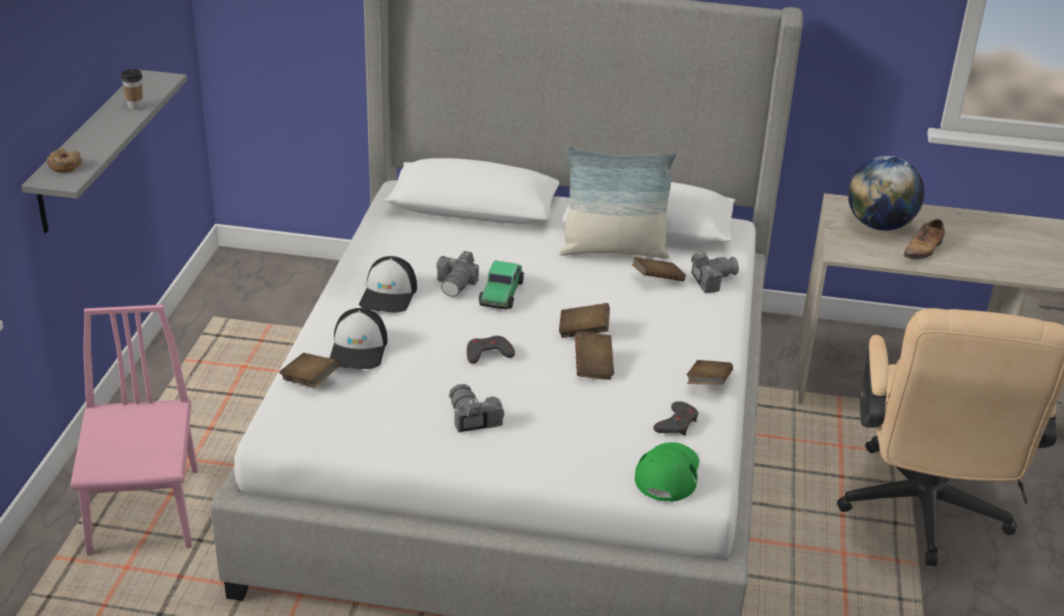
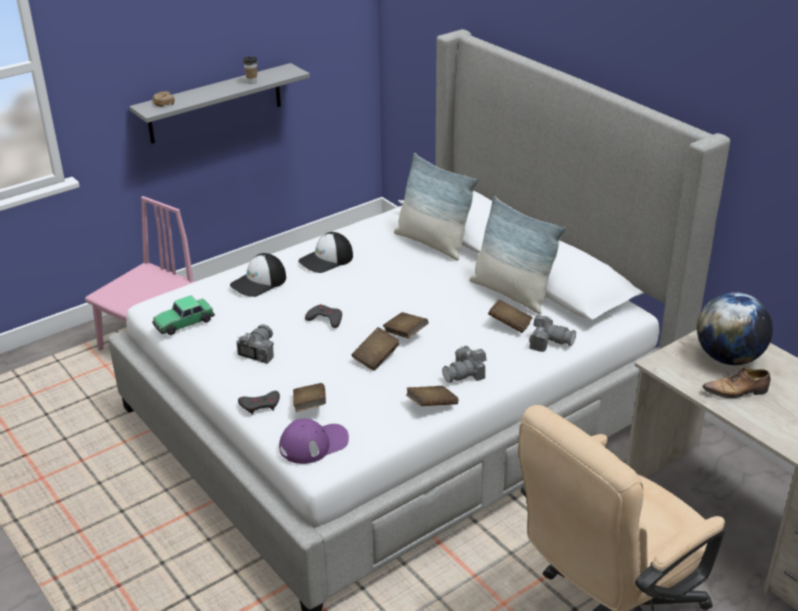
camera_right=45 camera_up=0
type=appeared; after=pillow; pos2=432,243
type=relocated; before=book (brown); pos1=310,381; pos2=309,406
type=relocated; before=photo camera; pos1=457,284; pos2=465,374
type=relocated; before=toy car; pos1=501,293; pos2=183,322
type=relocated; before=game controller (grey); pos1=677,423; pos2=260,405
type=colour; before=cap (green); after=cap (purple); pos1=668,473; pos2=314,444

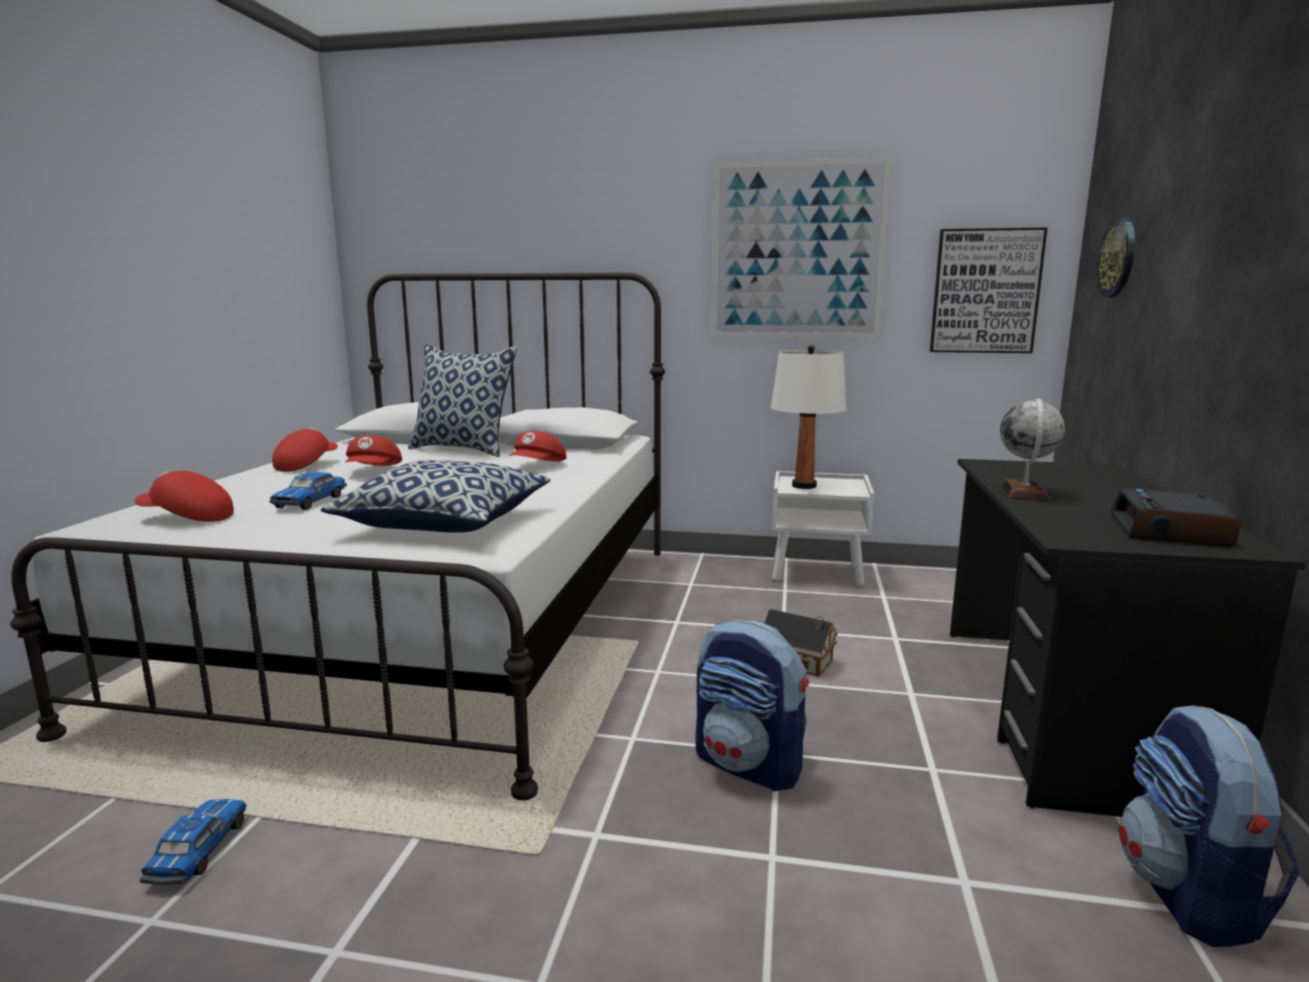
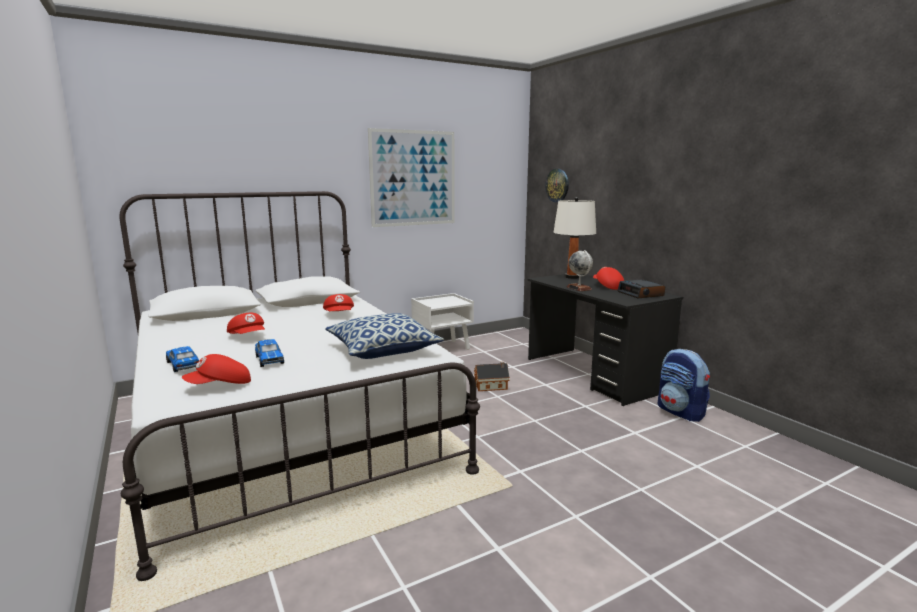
camera_right=-40 camera_up=0
type=missing; before=pillow; pos1=464,449
type=missing; before=backpack; pos1=749,765
type=missing; before=picture; pos1=985,291
type=relocated; before=toy car; pos1=198,852; pos2=183,365
type=relocated; before=cap (red); pos1=306,465; pos2=607,286
type=relocated; before=table lamp (white); pos1=804,486; pos2=572,277

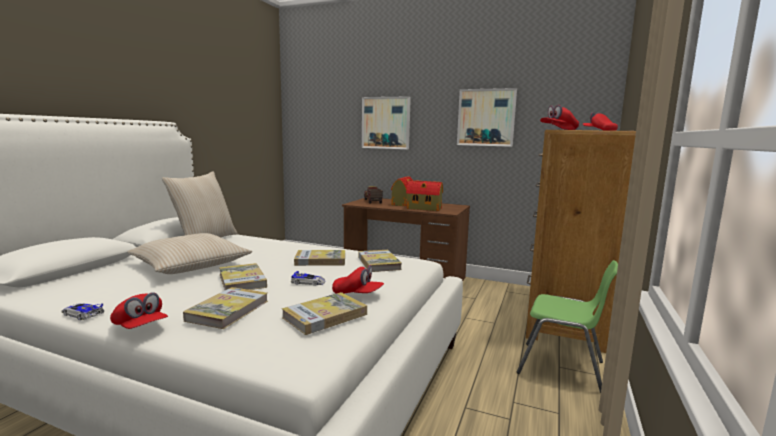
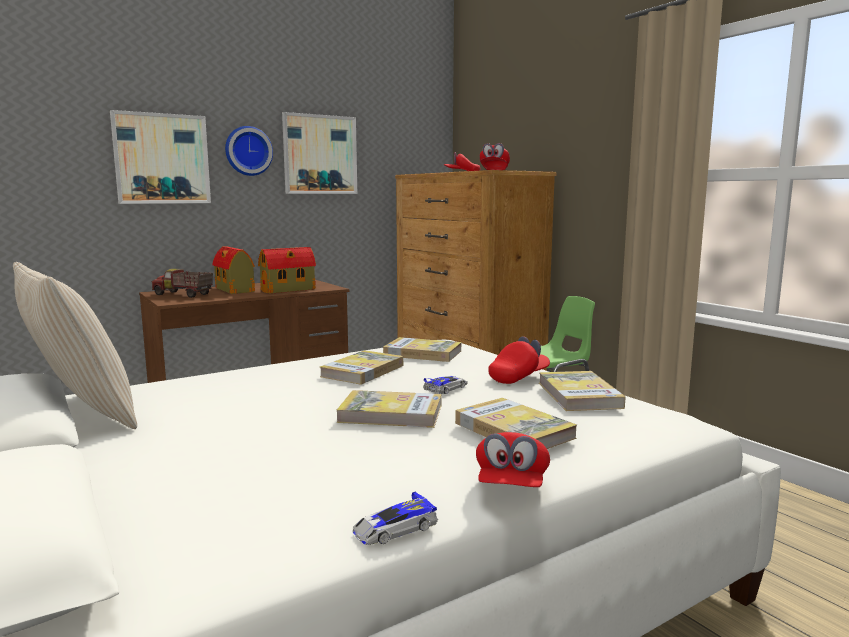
camera_right=-55 camera_up=0
type=missing; before=pillow (beige); pos1=190,265
type=appeared; after=wall clock; pos2=248,151
type=spun; before=cap (red); pos1=140,327; pos2=511,486; turn=120

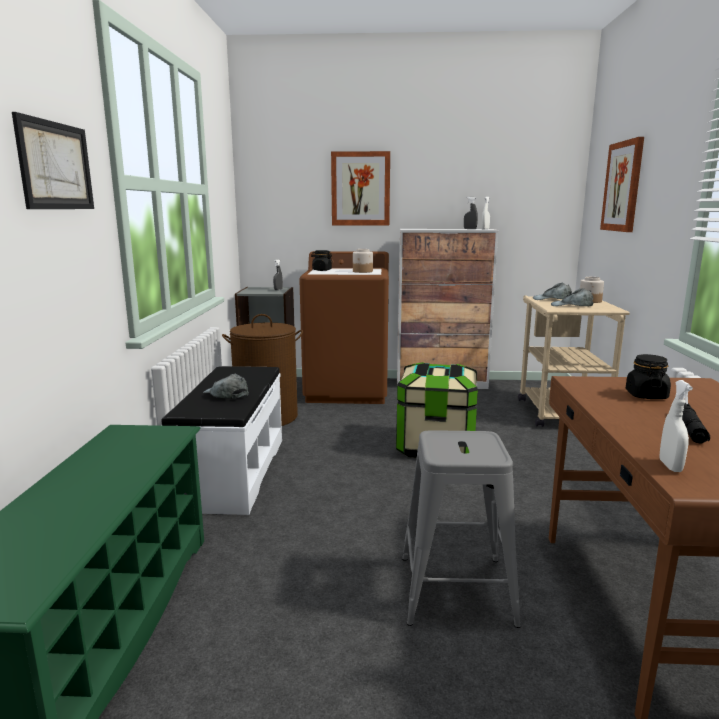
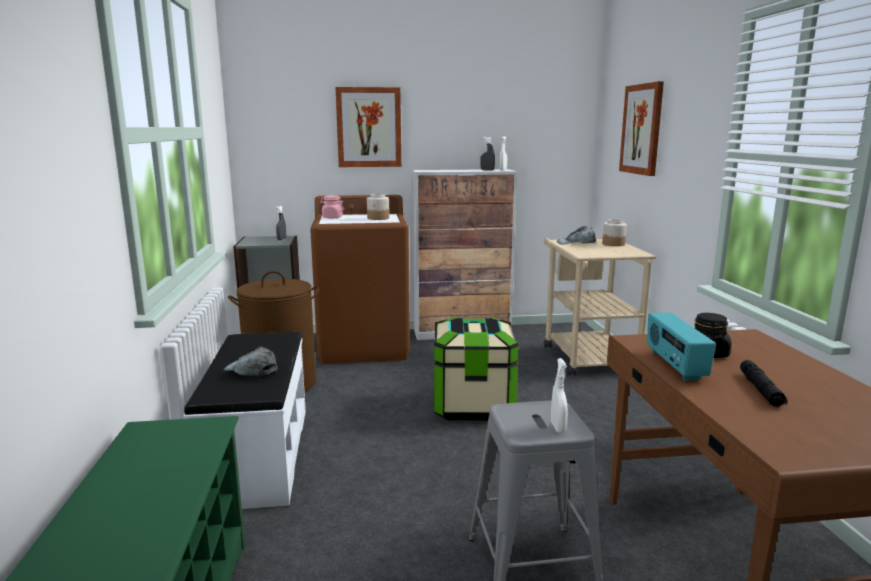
camera_right=-10 camera_up=0
type=missing; before=picture; pos1=55,166
type=missing; before=cap (grey); pos1=572,305
type=appeared; after=radio; pos2=674,365
type=relocated; before=spray bottle (white); pos1=670,466; pos2=558,427
type=colour; before=jar (black); after=jar (pink); pos1=321,270; pos2=332,217

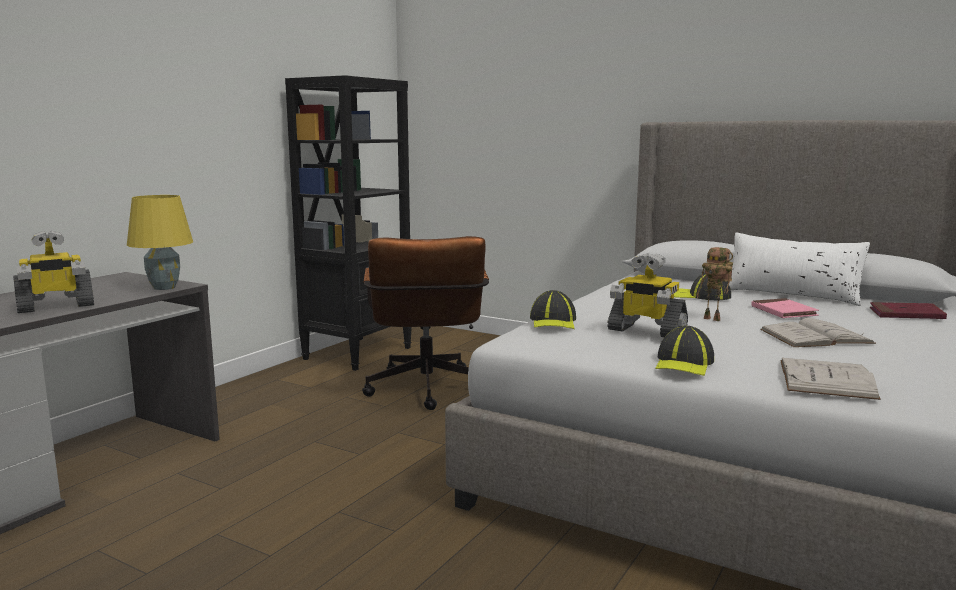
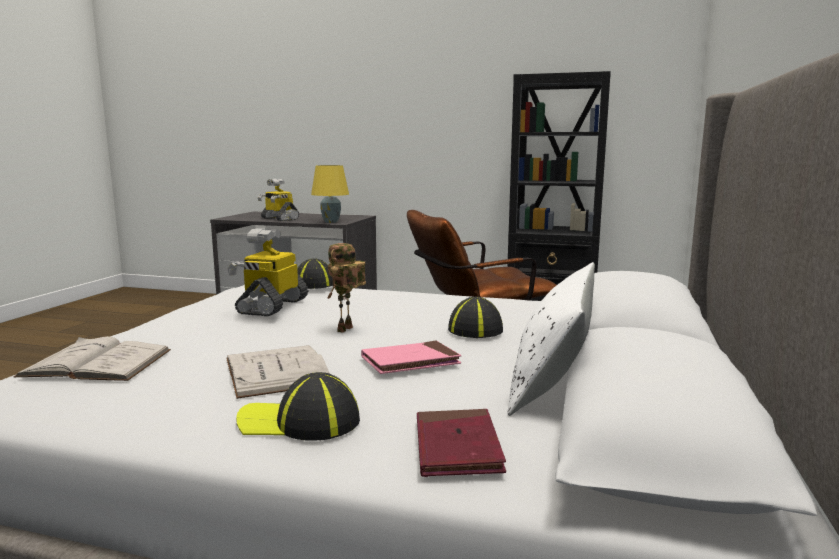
camera_right=75 camera_up=0
type=relocated; before=cap; pos1=684,363; pos2=300,422

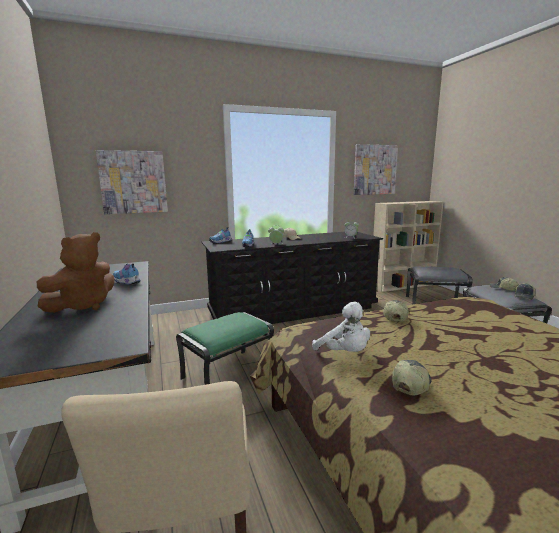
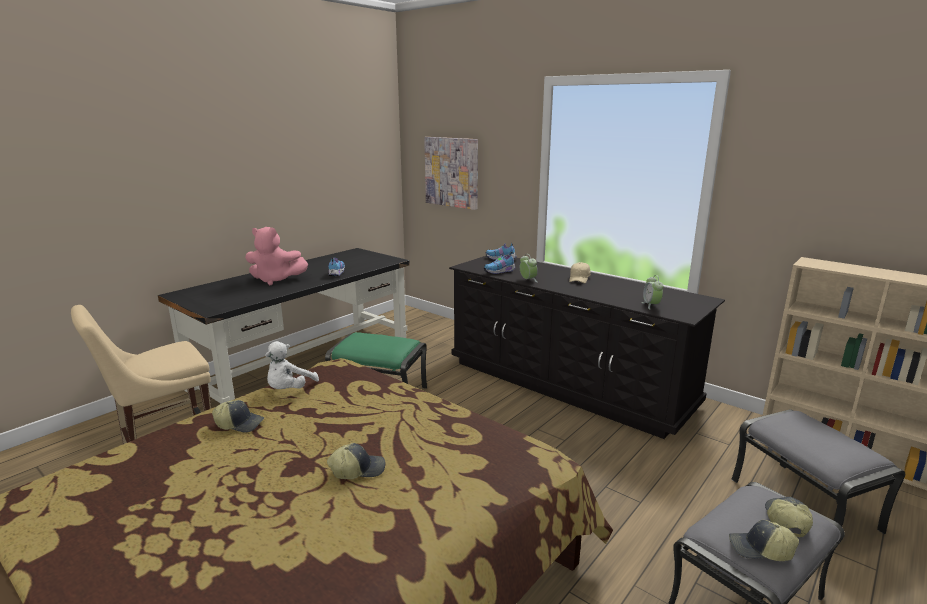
camera_right=60 camera_up=5
type=missing; before=picture; pos1=374,170
type=relocated; before=cap; pos1=394,316; pos2=358,469
type=colour; before=plush toy (brown); after=plush toy (pink); pos1=83,305; pos2=276,280

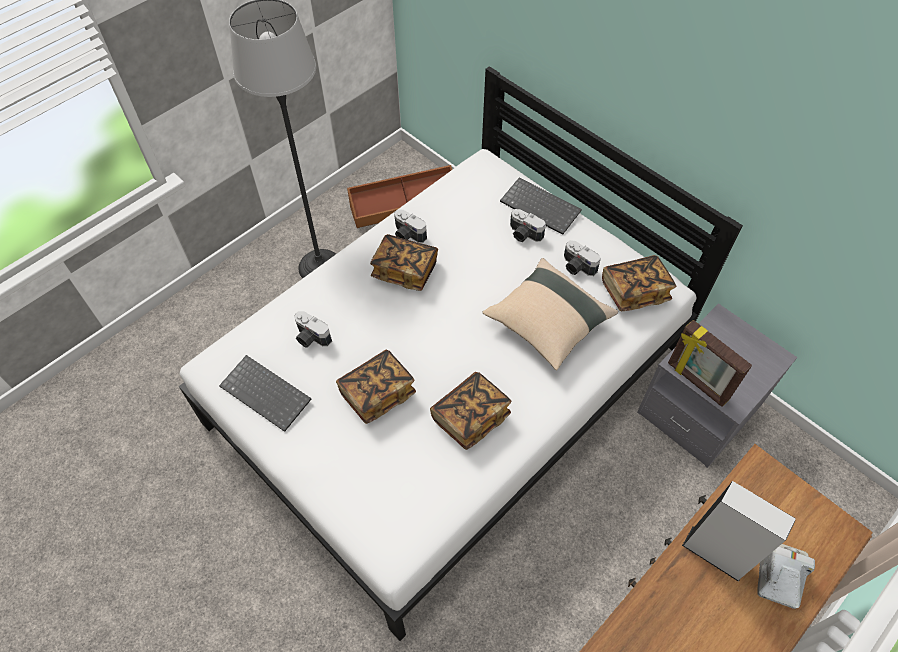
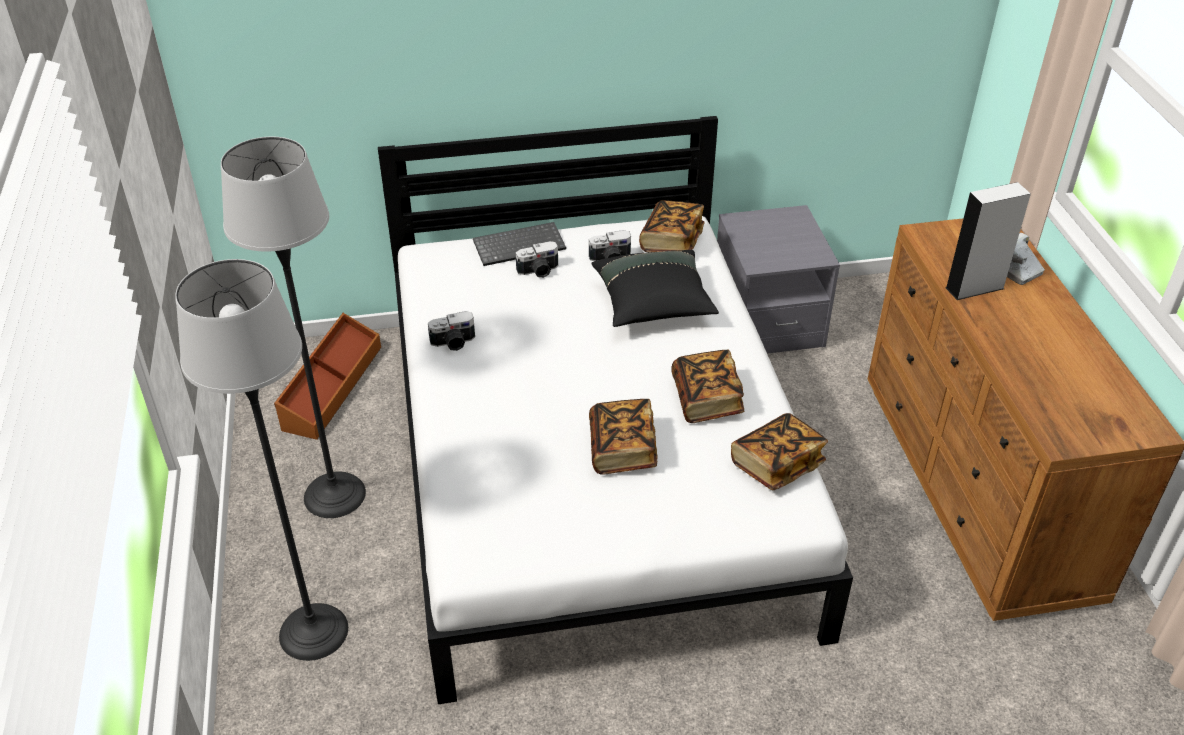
camera_right=-55 camera_up=-15
type=missing; before=keyboard; pos1=267,393
type=missing; before=photo camera; pos1=311,338
type=missing; before=picture frame; pos1=697,382
type=appeared; after=floor lamp; pos2=314,631
type=relocated; before=book; pos1=405,270; pos2=776,464
type=colour; before=pillow (beige); after=pillow (black); pos1=547,323; pos2=653,305

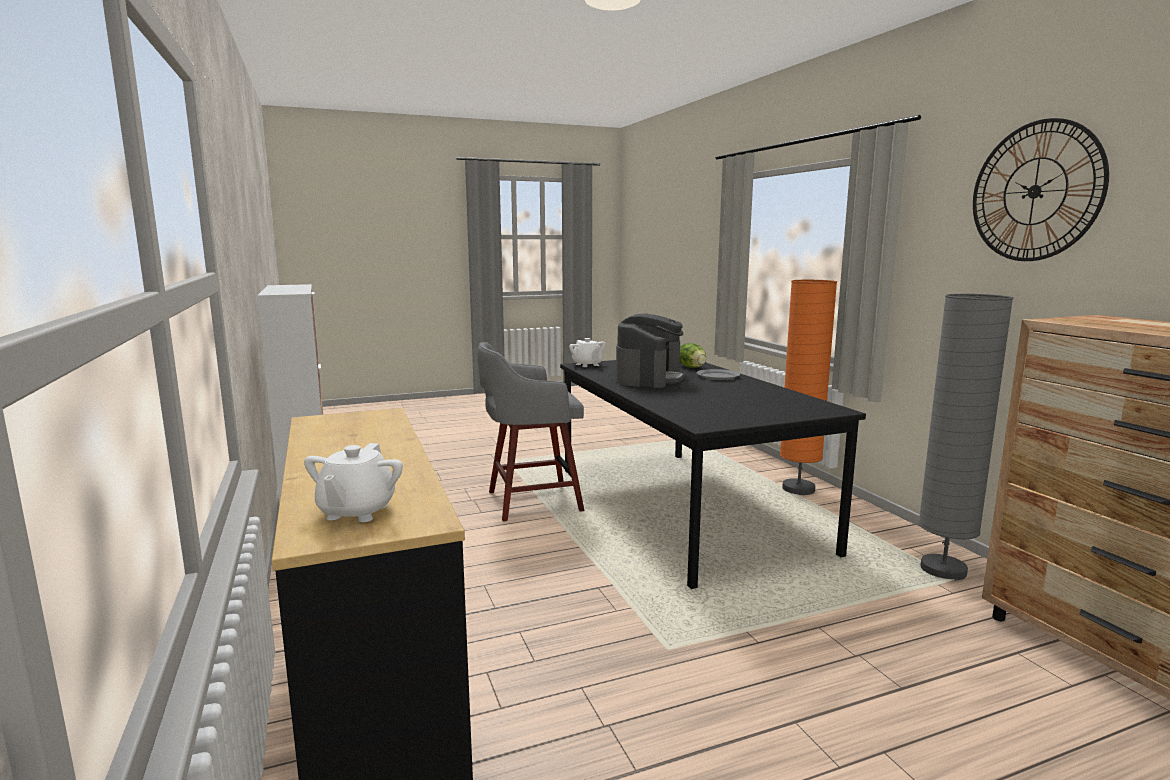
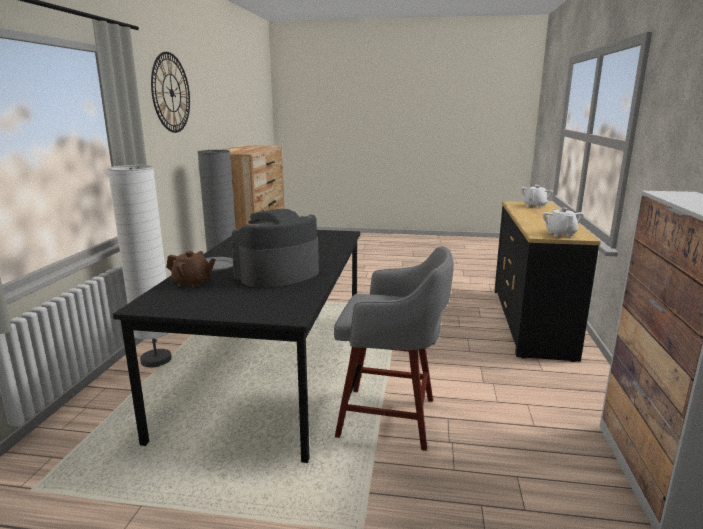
camera_right=-150 camera_up=5
type=relocated; before=teapot (white); pos1=587,365; pos2=560,234
type=exchanged; before=lettuce; after=teapot (brown); pos1=692,367; pos2=192,283
type=colour; before=floor lamp (orange); after=floor lamp (white); pos1=798,489; pos2=156,360

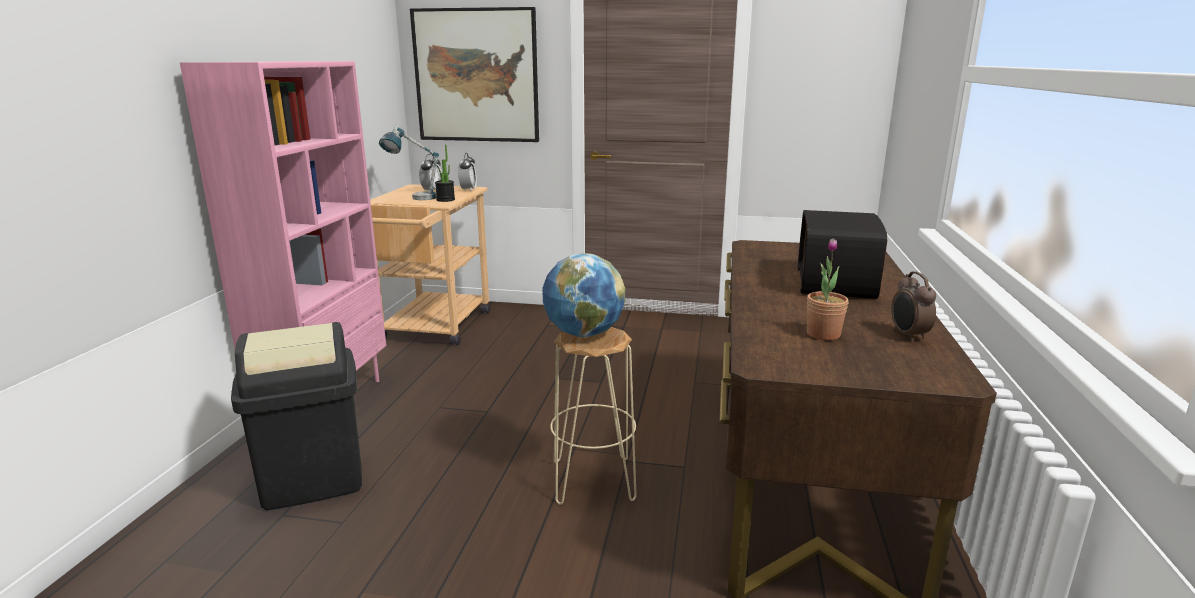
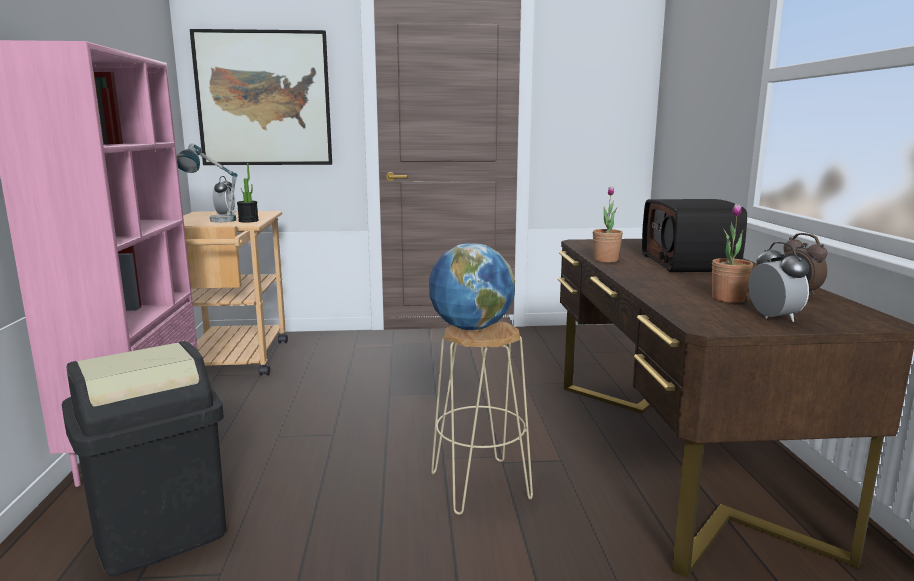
camera_right=-15 camera_up=-5
type=appeared; after=potted plant; pos2=605,260
type=relocated; before=alarm clock; pos1=468,190; pos2=773,318

